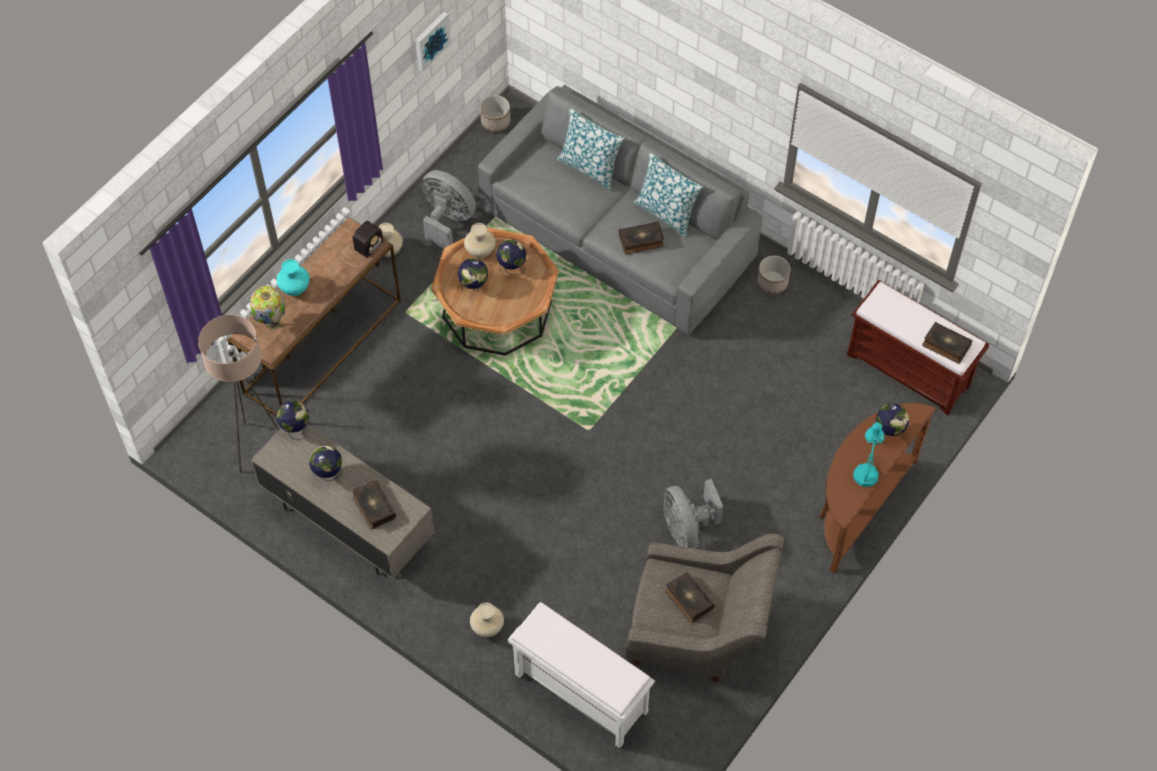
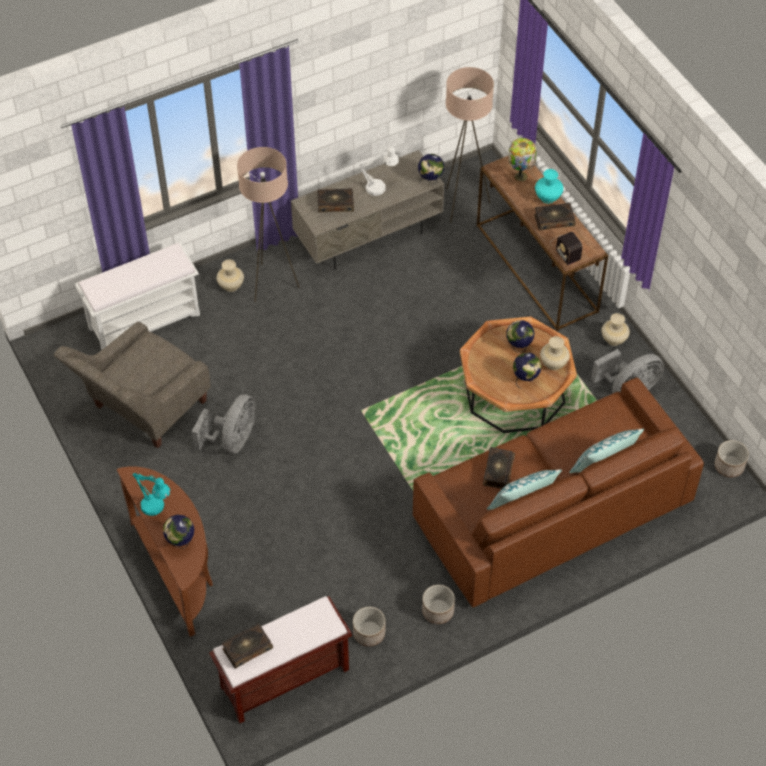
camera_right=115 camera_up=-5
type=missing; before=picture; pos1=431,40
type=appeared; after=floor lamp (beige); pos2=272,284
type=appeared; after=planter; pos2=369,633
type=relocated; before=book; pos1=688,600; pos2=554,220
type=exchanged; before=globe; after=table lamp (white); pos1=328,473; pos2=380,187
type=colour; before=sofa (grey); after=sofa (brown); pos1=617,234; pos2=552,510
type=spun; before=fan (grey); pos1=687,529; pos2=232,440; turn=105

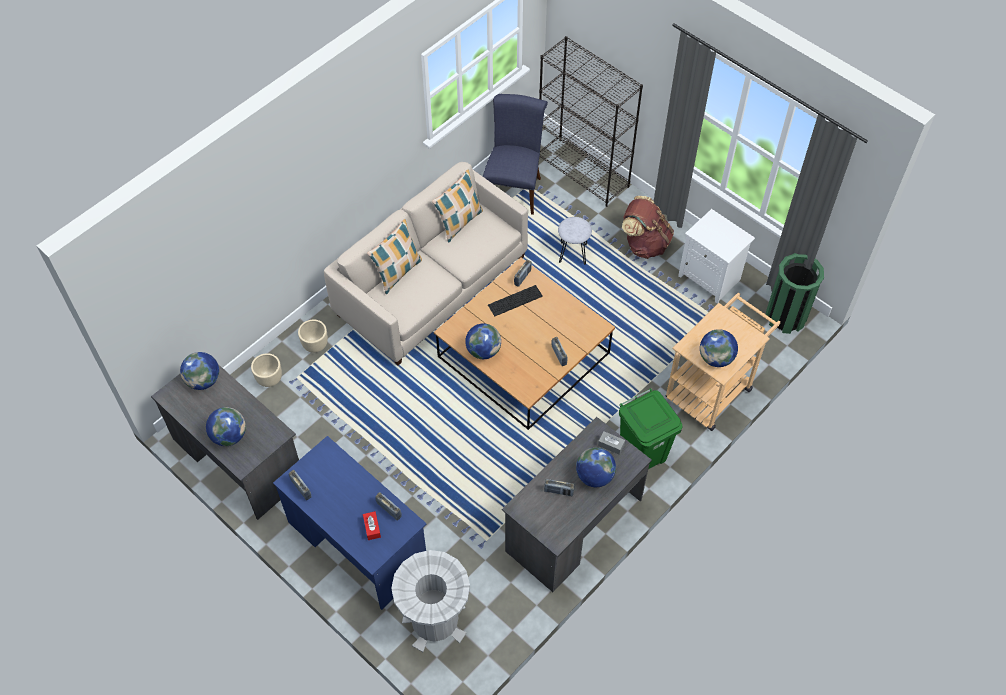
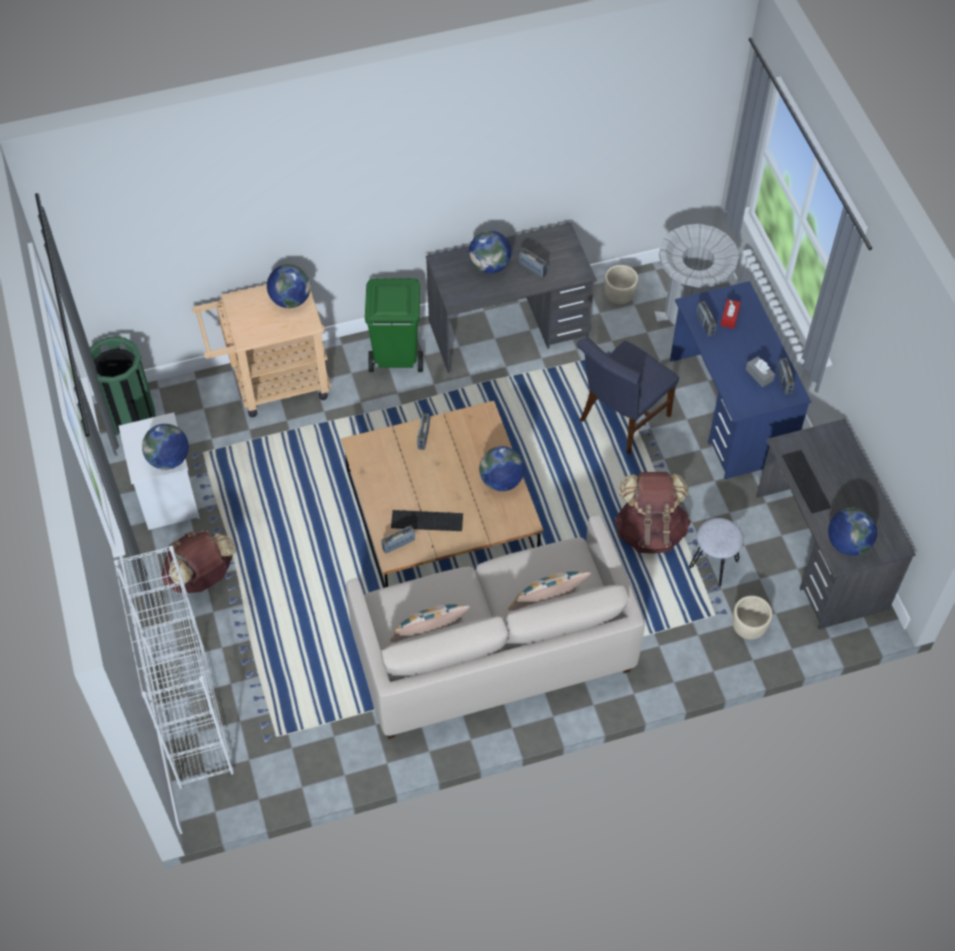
camera_right=-150 camera_up=0
type=appeared; after=backpack (brown); pos2=650,531
type=appeared; after=keyboard; pos2=806,481
type=relocated; before=globe; pos1=229,436; pos2=169,459
type=relocated; before=planter (beige); pos1=315,345; pos2=619,297
type=relocated; before=chair (blue); pos1=513,189; pos2=621,421
type=relocated; before=stool (grey); pos1=573,254; pos2=713,564
type=relocated; before=tissue box (grey); pos1=611,445; pos2=759,375
type=colour; before=bookcase (black); after=bookcase (white); pos1=583,172; pos2=191,717

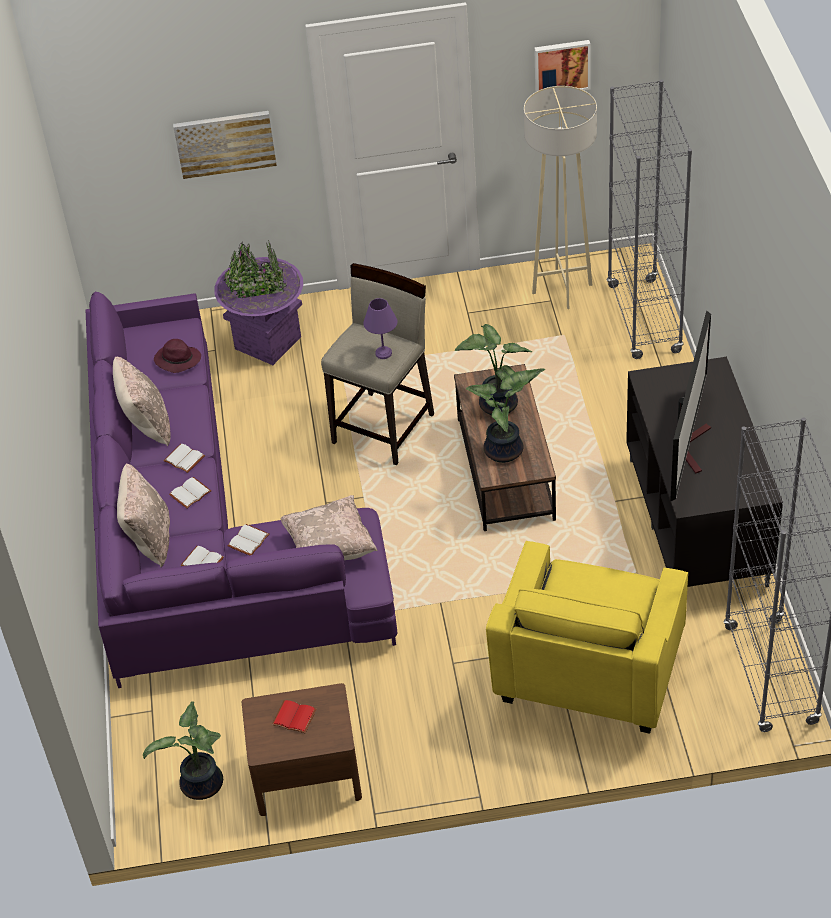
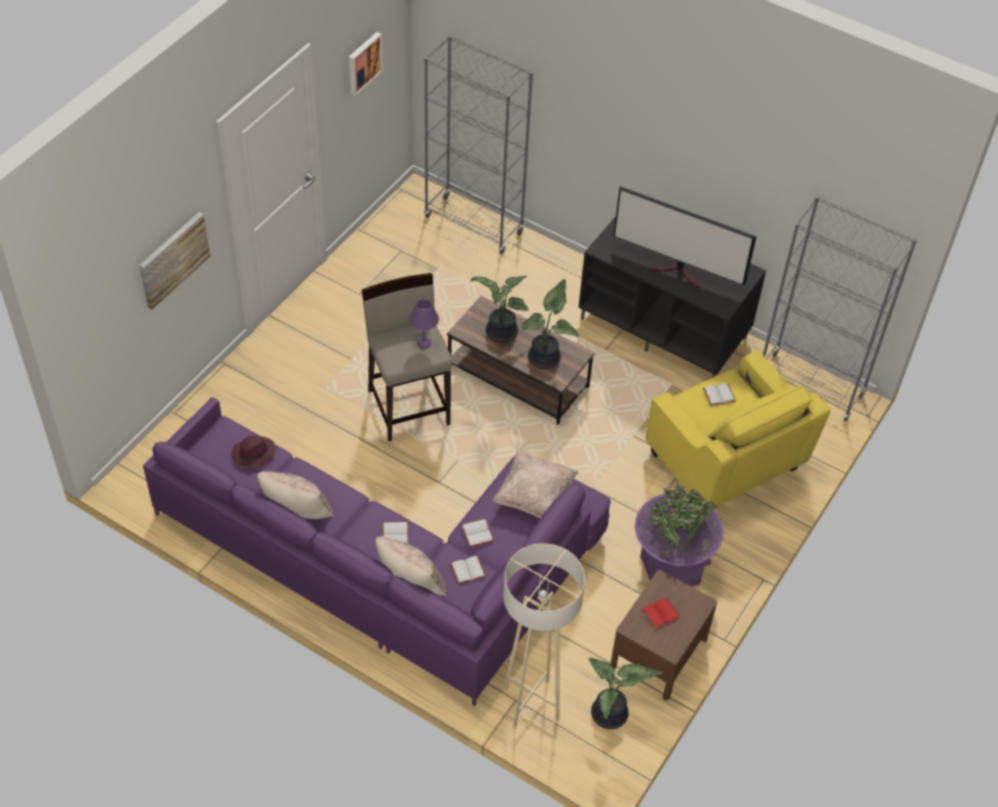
camera_right=-55 camera_up=5
type=relocated; before=book (white); pos1=183,459; pos2=719,396
type=relocated; before=planter (purple); pos1=268,342; pos2=669,570
type=relocated; before=floor lamp (beige); pos1=562,289; pos2=531,704
type=spun; before=television; pos1=690,446; pos2=678,273; turn=150

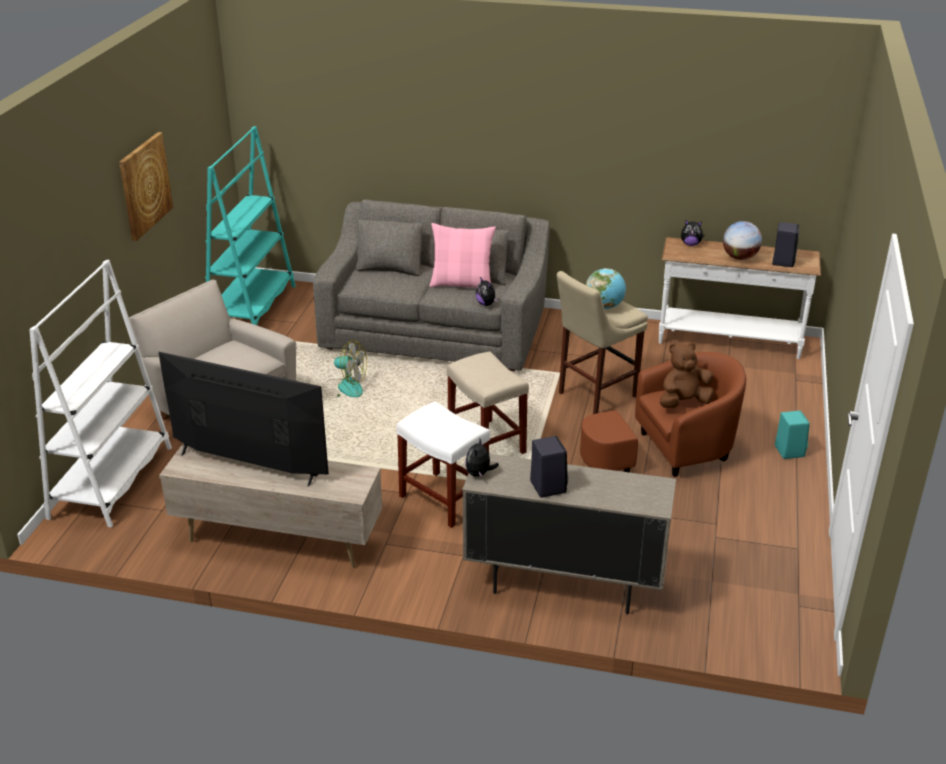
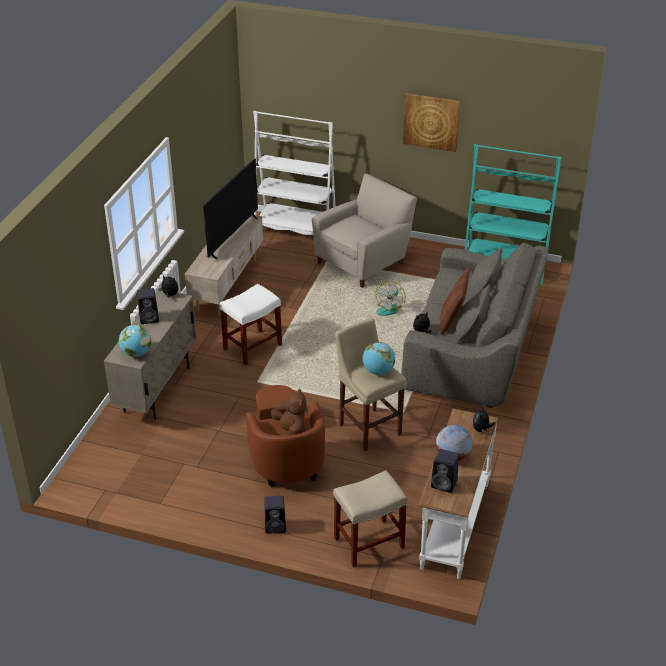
camera_right=95 camera_up=5
type=appeared; after=globe; pos2=136,353
type=relocated; before=stool (beige); pos1=487,444; pos2=368,543
type=colour; before=pillow (pink); after=pillow (brown); pos1=462,284; pos2=452,320
type=colour; before=speaker (turquoise); after=speaker (black); pos1=788,450; pos2=276,526

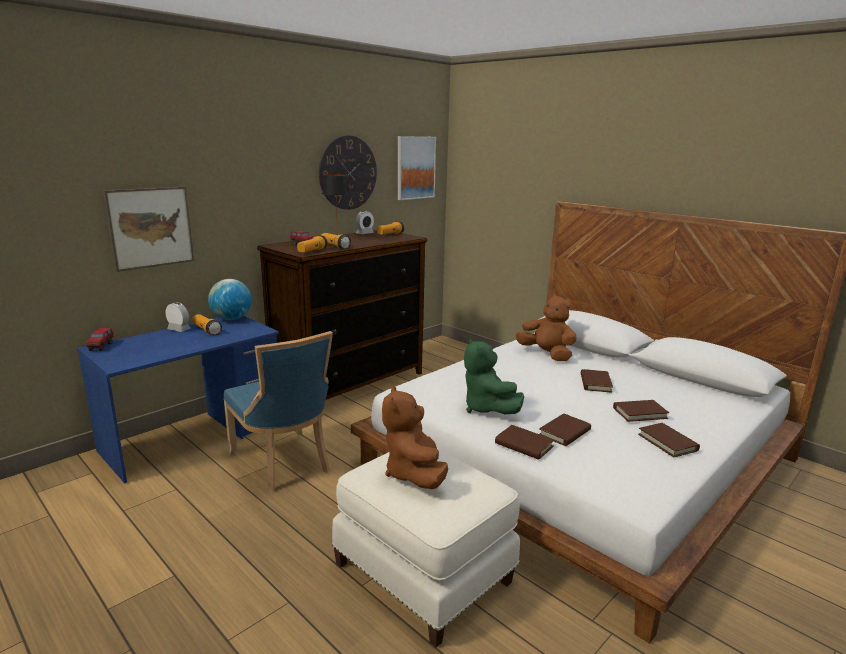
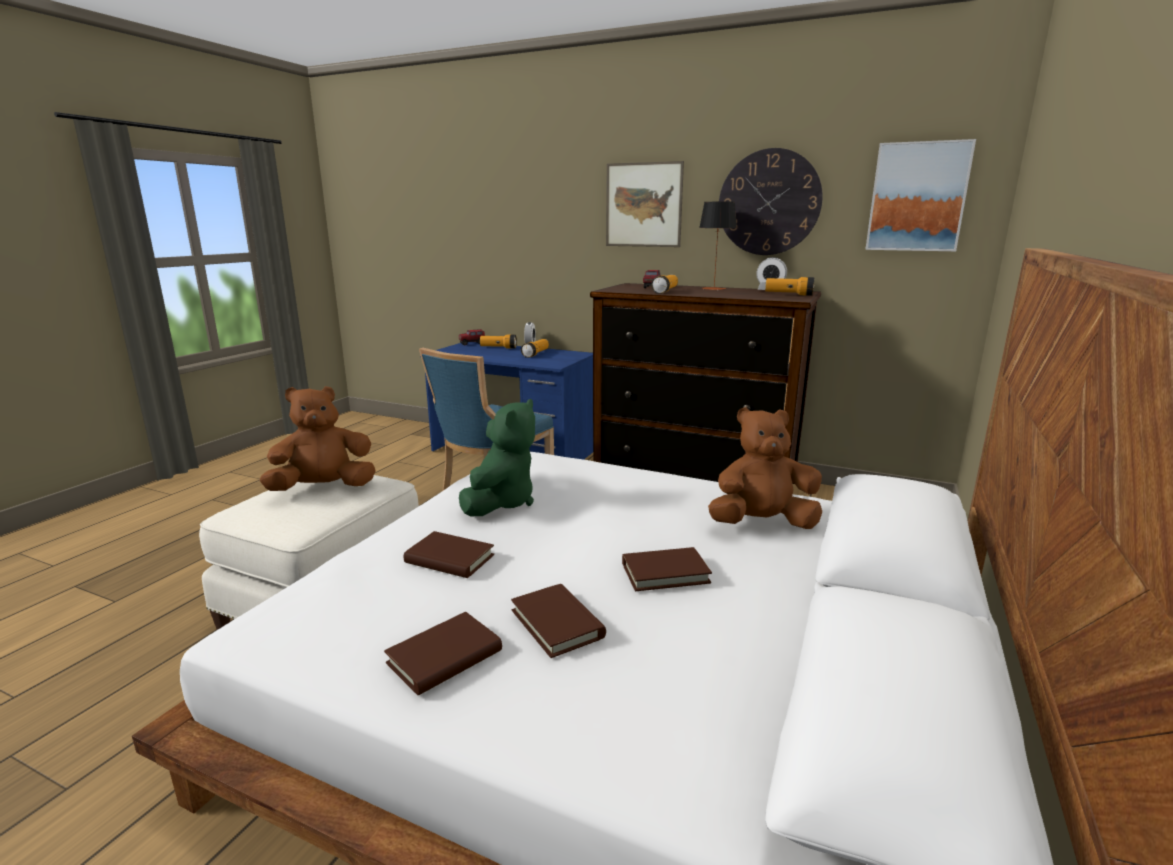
camera_right=70 camera_up=0
type=missing; before=globe; pos1=231,319
type=missing; before=book (brown); pos1=524,445
type=relocated; before=picture; pos1=151,227; pos2=643,205
type=relocated; before=flashlight; pos1=312,251; pos2=498,348
type=spun; before=plush toy (green); pos1=487,408; pos2=501,502; turn=150
type=spun; before=plush toy (brown); pos1=547,354; pos2=762,523; turn=-120

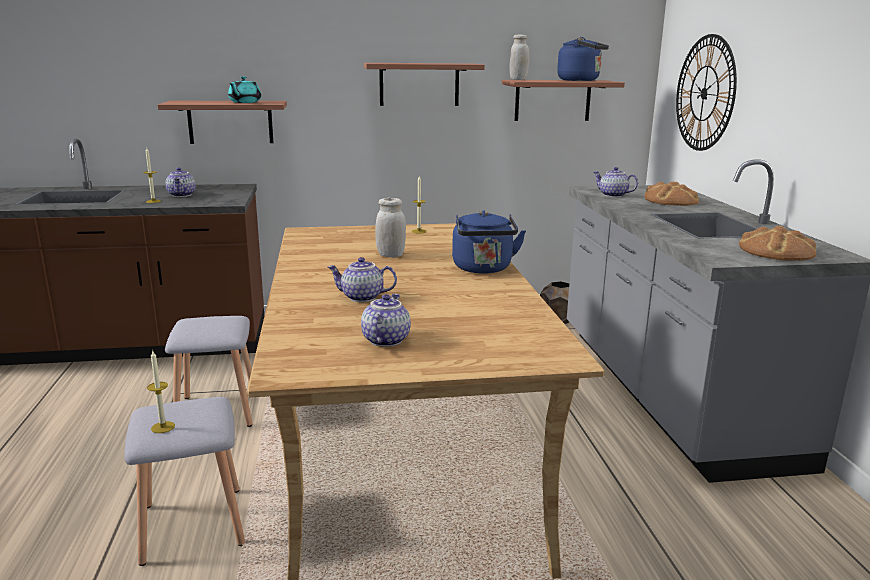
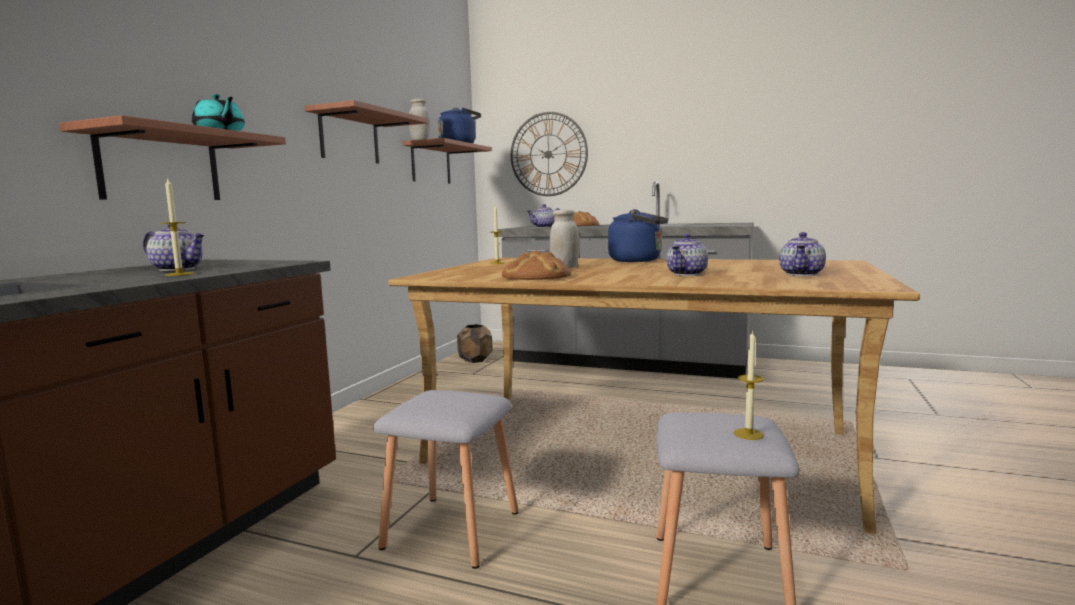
camera_right=-60 camera_up=-10
type=relocated; before=bread; pos1=776,251; pos2=536,276
type=spun; before=teapot; pos1=385,340; pos2=802,274; turn=-105

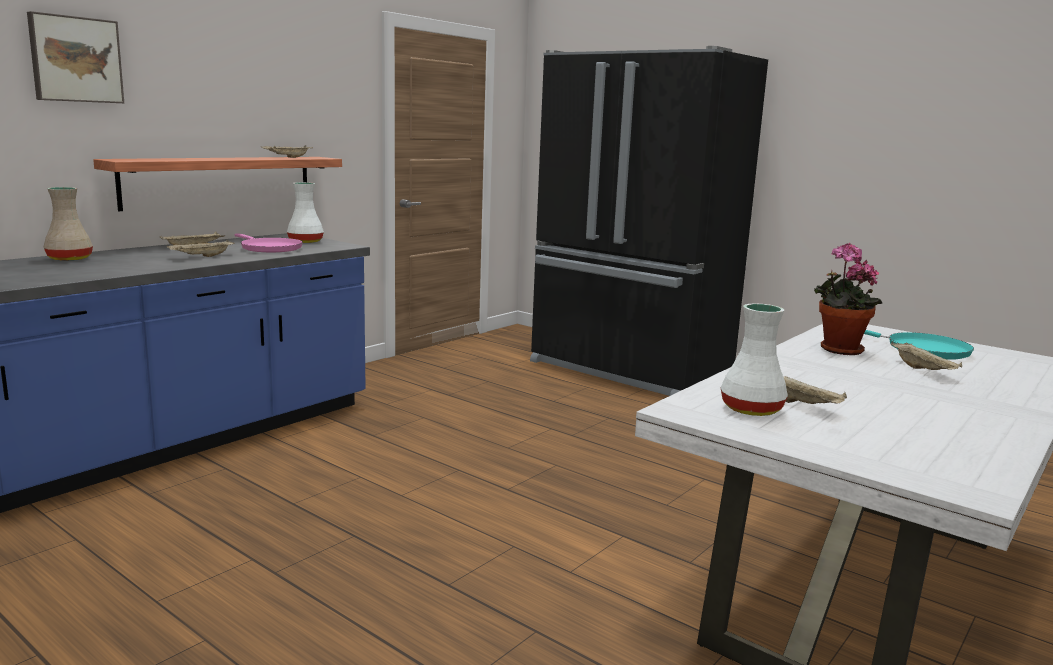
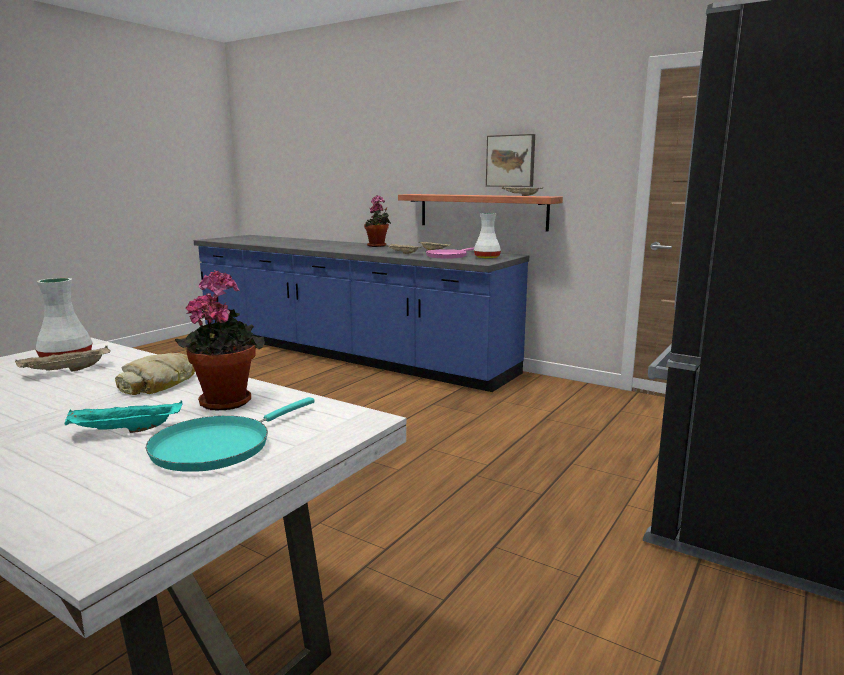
camera_right=85 camera_up=0
type=appeared; after=bread; pos2=159,383
type=relocated; before=picture; pos1=75,59; pos2=511,161
type=exchanged; before=vase (beige); after=potted plant; pos1=70,258; pos2=377,246
type=colour; before=tray (beige); after=tray (turquoise); pos1=923,370; pos2=124,431

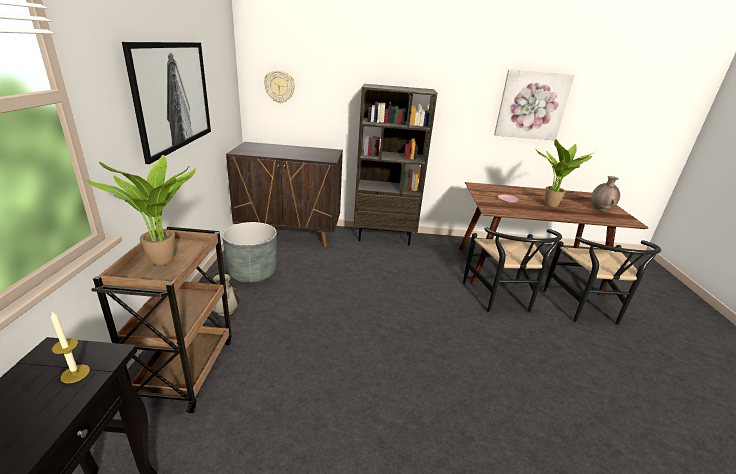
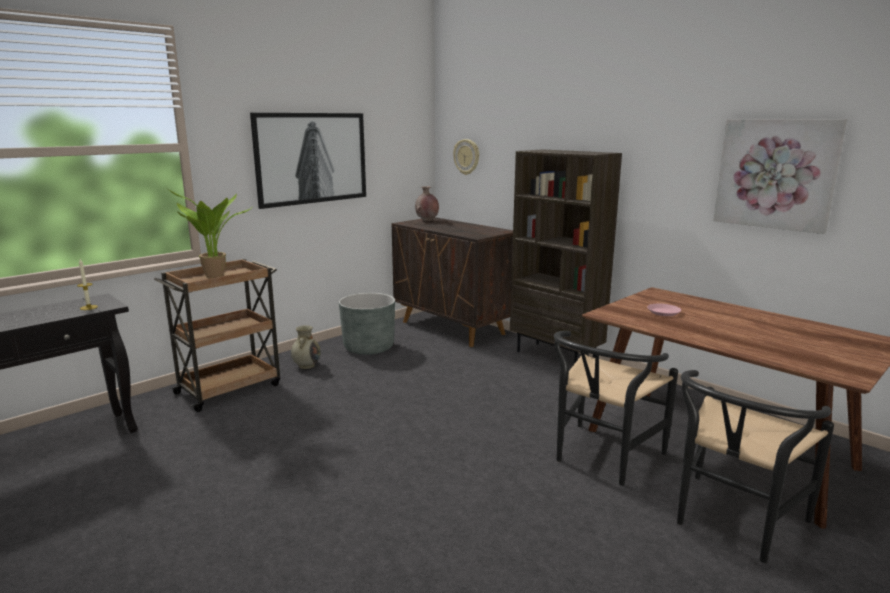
camera_right=45 camera_up=-10
type=missing; before=potted plant; pos1=552,206
type=relocated; before=vase (brown); pos1=600,209; pos2=427,220

